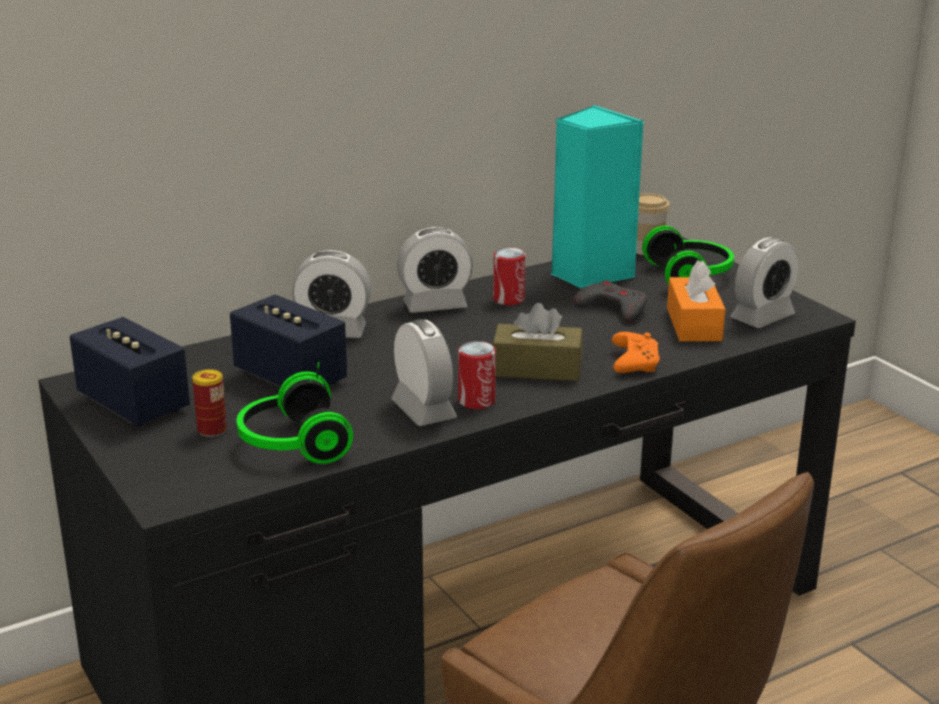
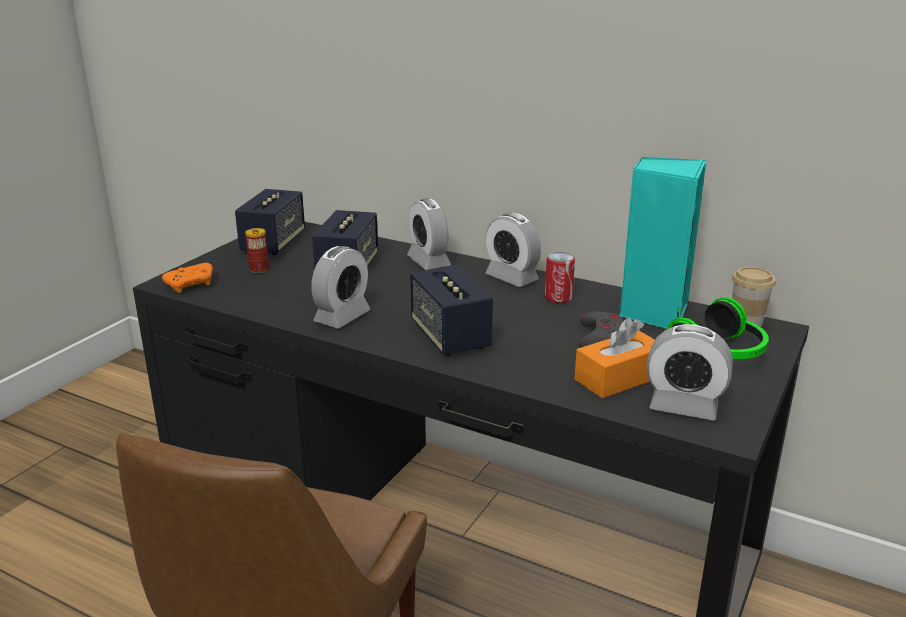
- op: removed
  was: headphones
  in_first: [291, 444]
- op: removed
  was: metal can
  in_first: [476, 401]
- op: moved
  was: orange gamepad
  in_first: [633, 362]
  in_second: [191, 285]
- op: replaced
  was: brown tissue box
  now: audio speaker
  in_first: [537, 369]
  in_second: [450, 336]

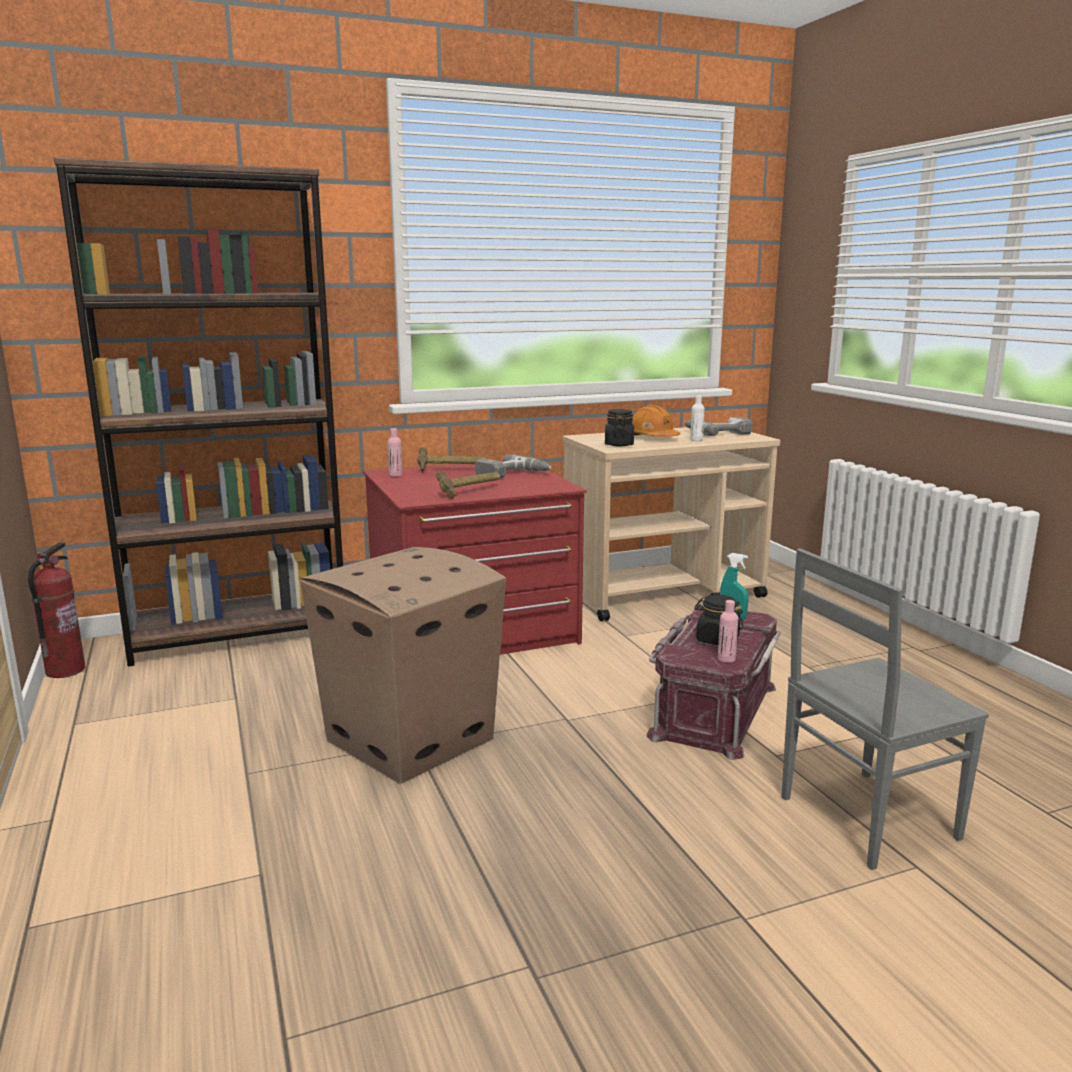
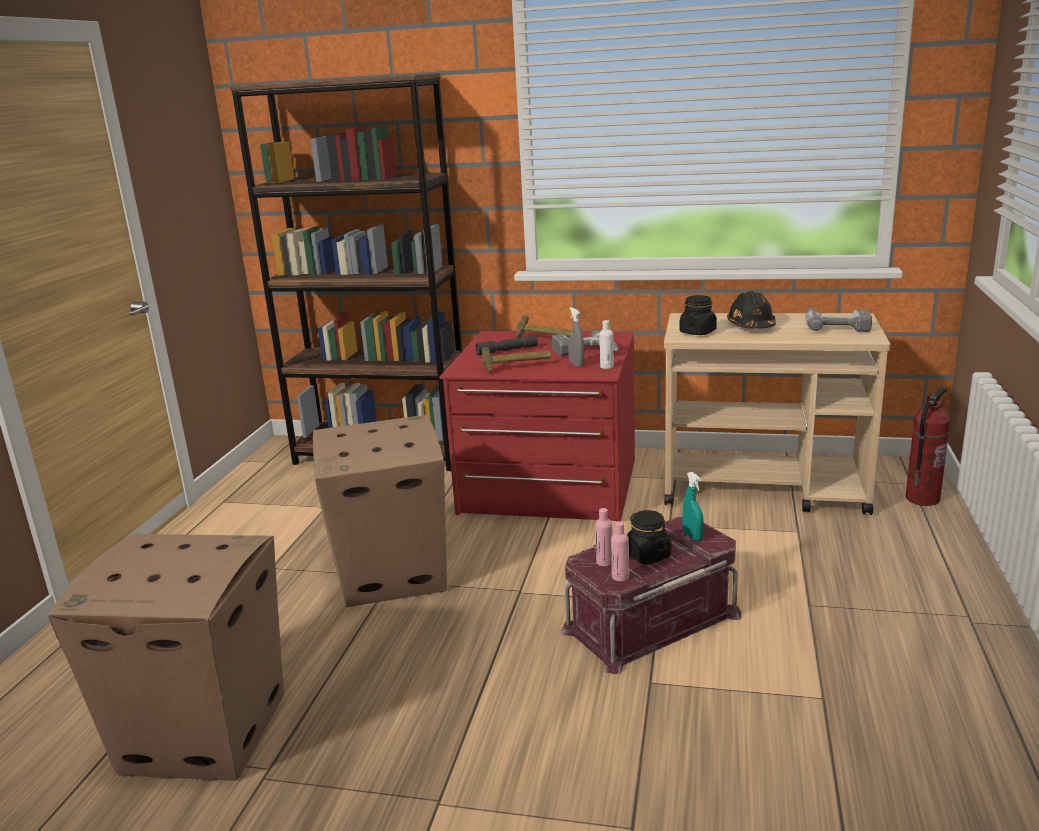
- op: removed
  was: greyish upright chair
  in_first: [864, 817]
- op: added
  now: cardboard box
  in_second: [206, 732]
- op: added
  now: greyish torch
  in_second: [507, 350]
- op: added
  now: greyish sprayer
  in_second: [576, 364]
- op: moved
  was: fire-fighting cylinder
  in_first: [65, 670]
  in_second: [921, 498]
- op: moved
  was: pinkish bottle
  in_first: [395, 475]
  in_second: [604, 562]
- op: moved
  was: white-coloured bottle
  in_first: [696, 440]
  in_second: [606, 367]
- op: recoloured
  was: orange safety helmet
  now: blackish safety helmet
  in_first: [652, 437]
  in_second: [751, 326]

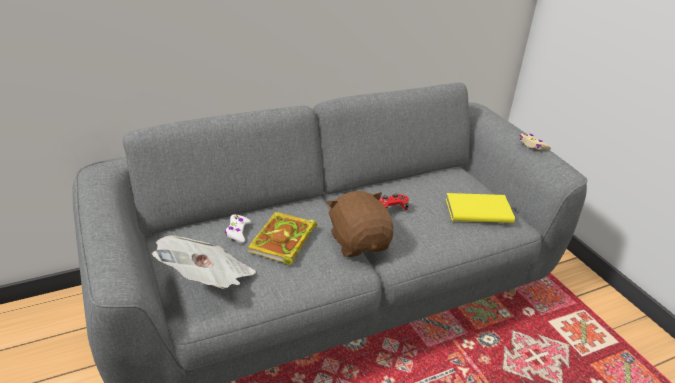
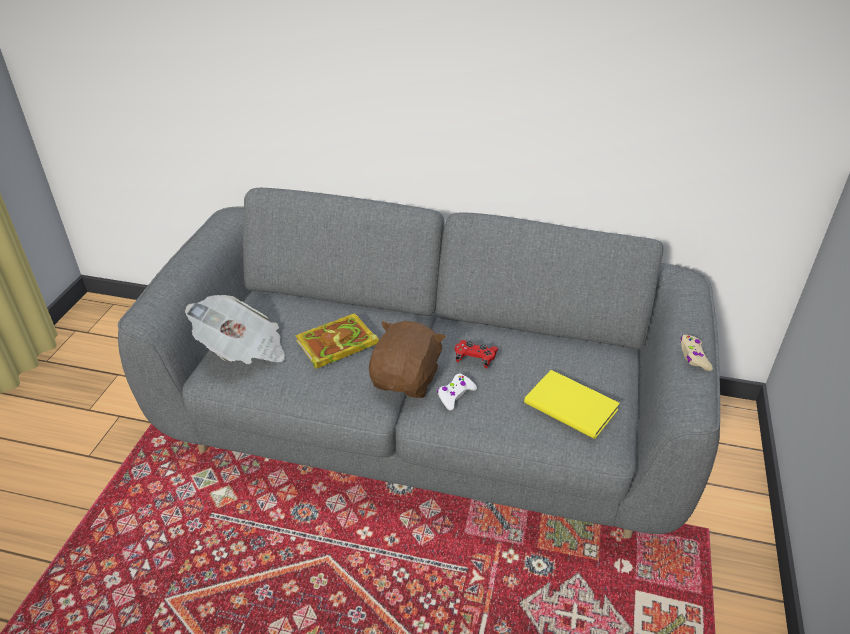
- op: moved
  was: white-coloured gamepad
  in_first: [237, 232]
  in_second: [455, 395]

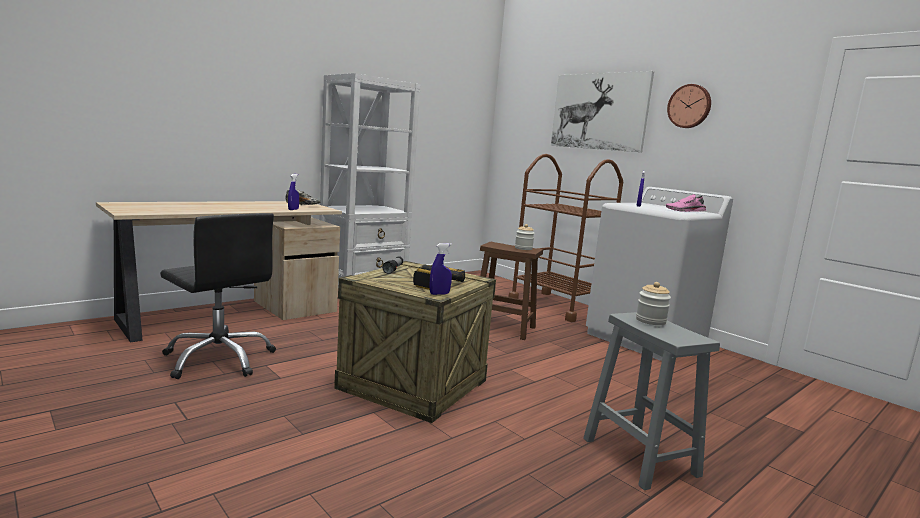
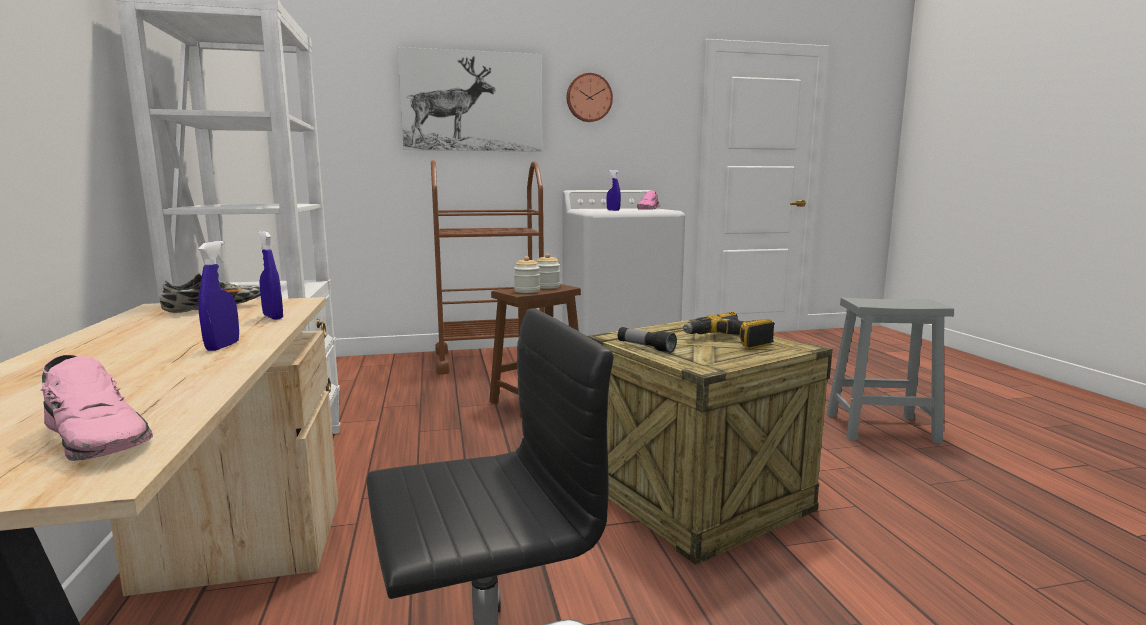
- op: added
  now: pinkish item of footwear
  in_second: [99, 437]
- op: moved
  was: blue sprayer
  in_first: [439, 294]
  in_second: [222, 346]
- op: moved
  was: preserve jar
  in_first: [650, 321]
  in_second: [527, 291]

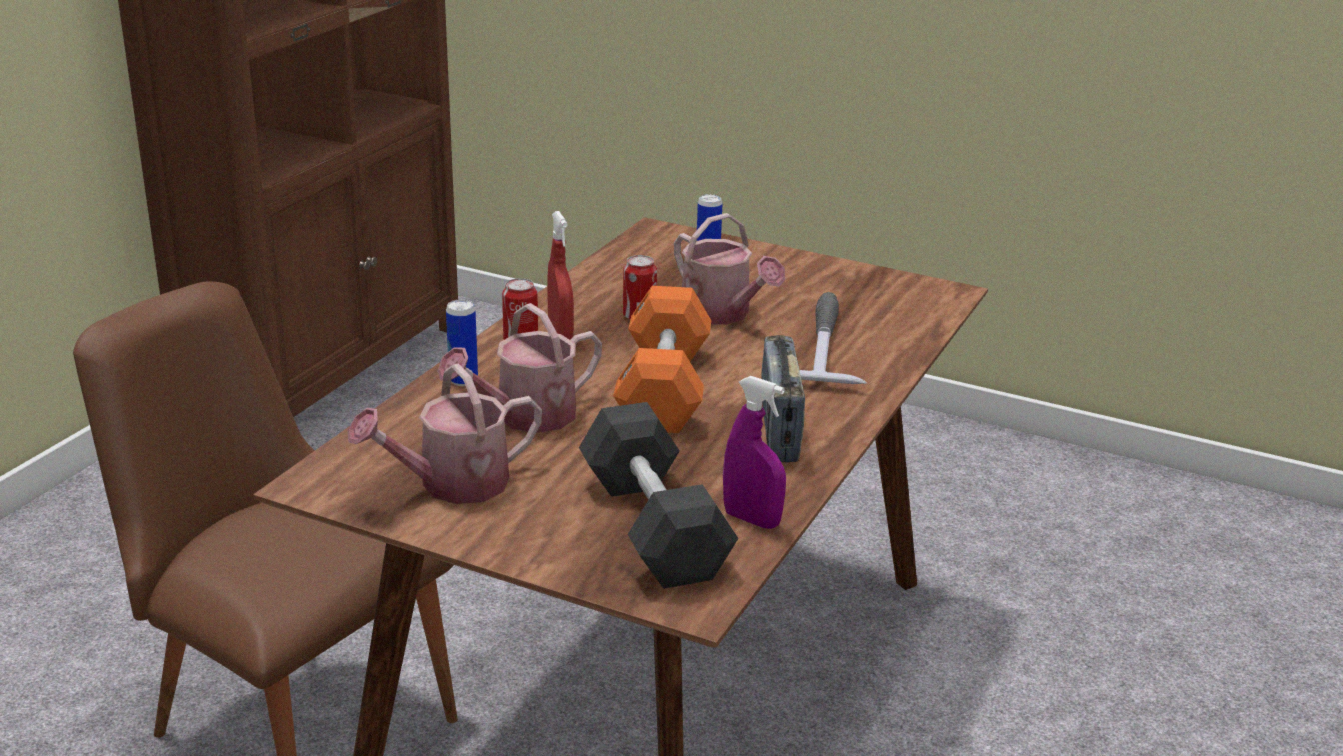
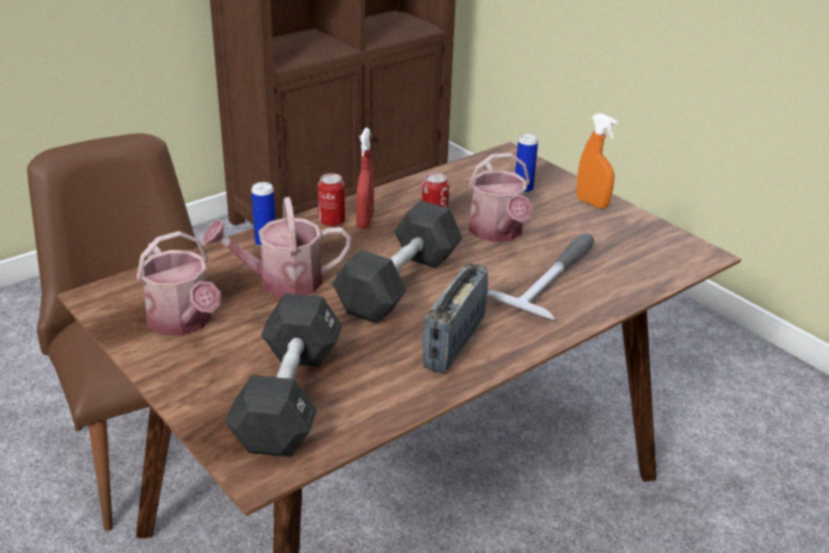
- op: removed
  was: purplish sprayer
  in_first: [751, 519]
- op: added
  now: orange sprayer
  in_second: [592, 203]
- op: recoloured
  was: orange free weight
  now: blackish free weight
  in_first: [663, 388]
  in_second: [399, 284]
- op: turned
  was: watering pot
  in_first: [452, 484]
  in_second: [183, 322]
  clockwise: -120

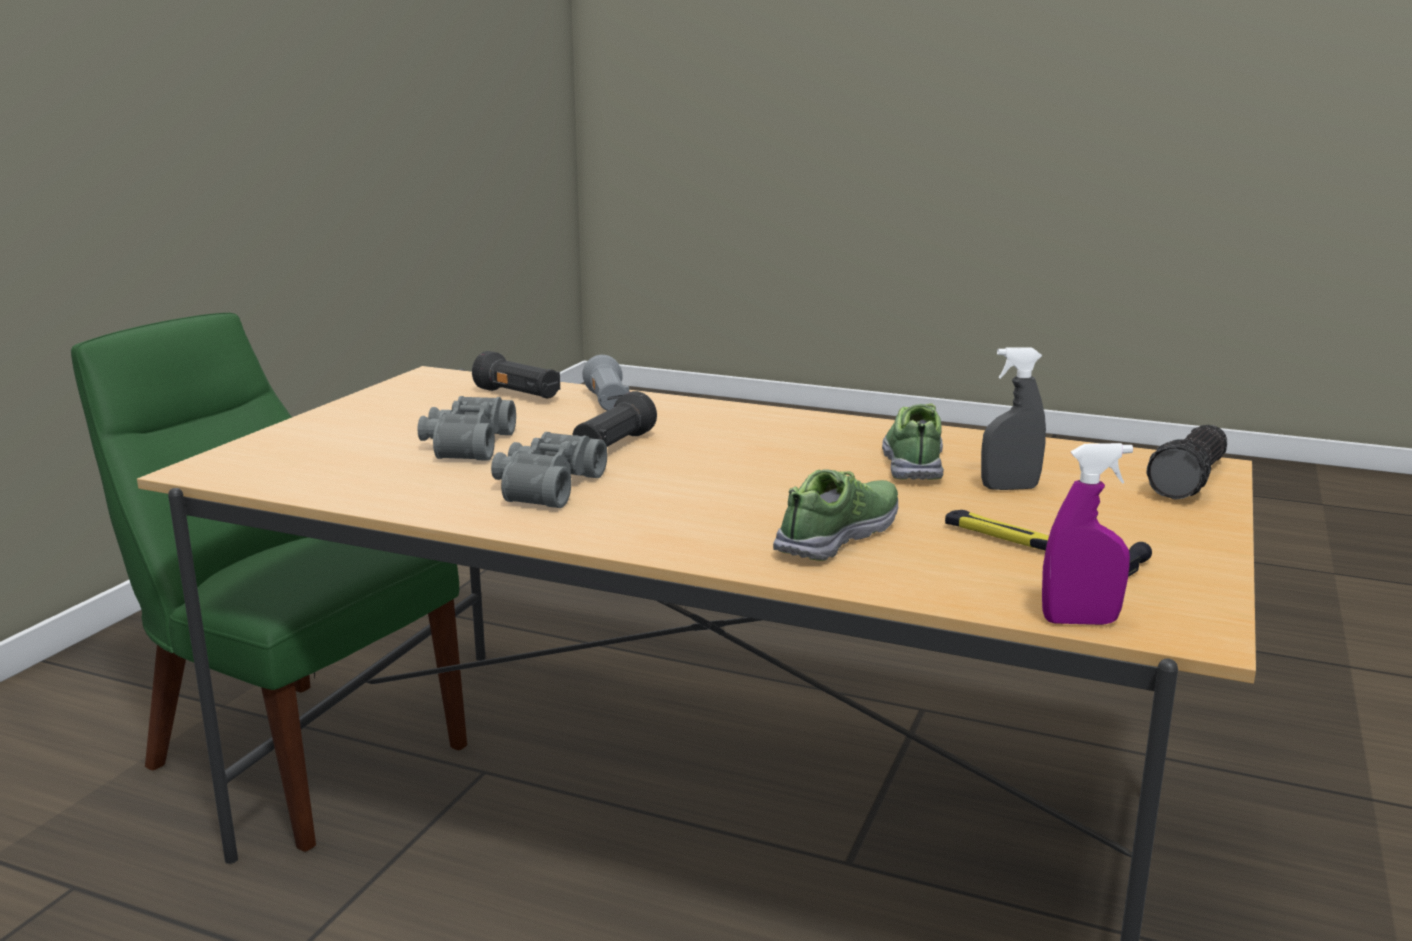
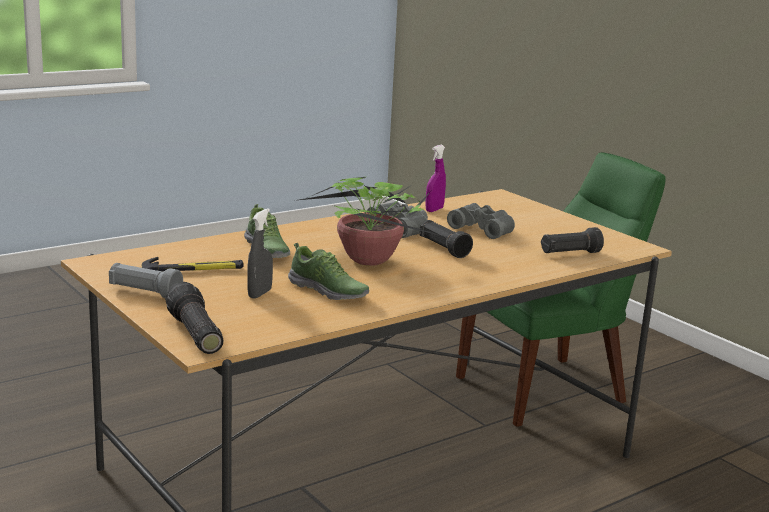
- op: added
  now: plant in a pot
  in_second: [372, 262]
- op: moved
  was: greyish torch
  in_first: [607, 404]
  in_second: [144, 292]
- op: moved
  was: purplish sprayer
  in_first: [1080, 621]
  in_second: [434, 210]

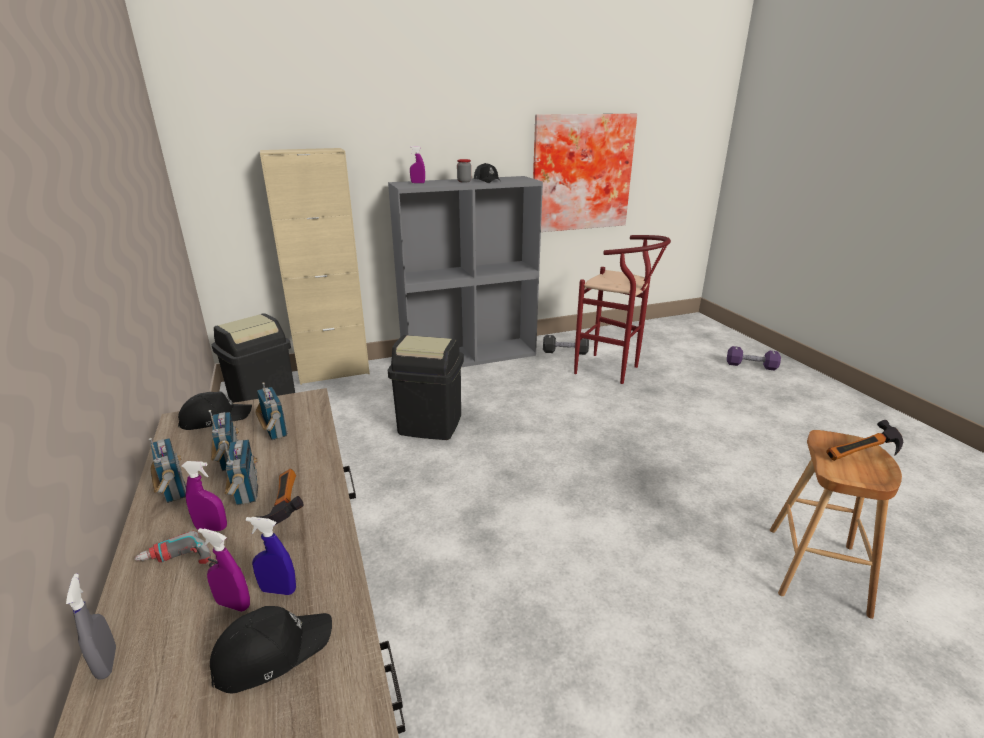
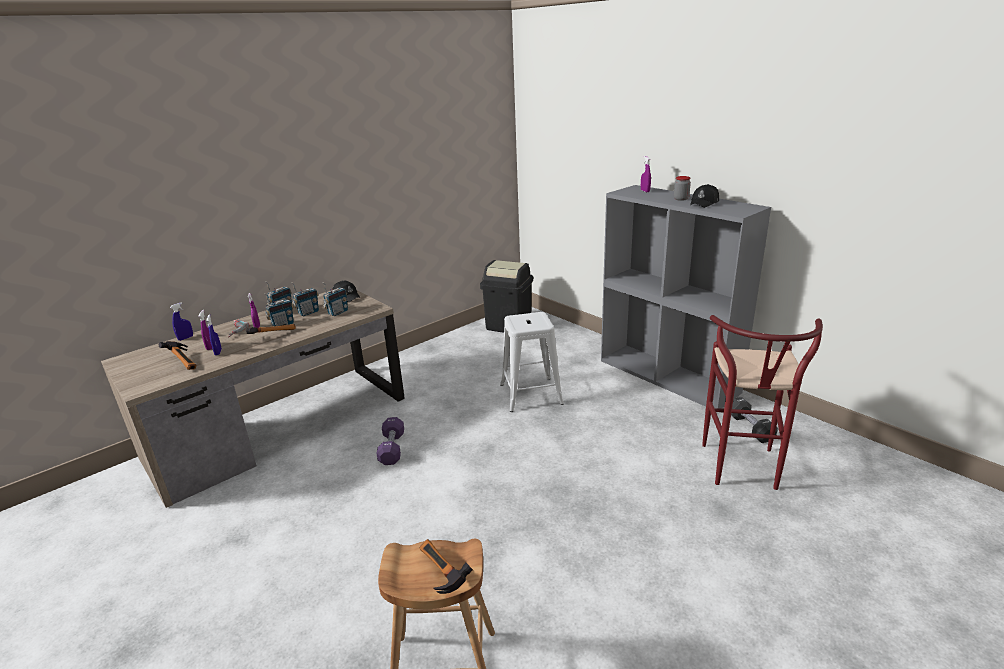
- op: removed
  was: beige cupboard
  in_first: [334, 372]
- op: removed
  was: wall art
  in_first: [580, 173]
- op: moved
  was: purplish free weight
  in_first: [751, 366]
  in_second: [392, 449]
- op: replaced
  was: blackish cap
  now: hand hammer
  in_first: [271, 652]
  in_second: [185, 362]
- op: replaced
  was: blackish waste bin
  now: white-coloured stool
  in_first: [430, 425]
  in_second: [531, 394]
- op: recoloured
  was: greyish sprayer
  now: blue sprayer
  in_first: [107, 663]
  in_second: [185, 338]

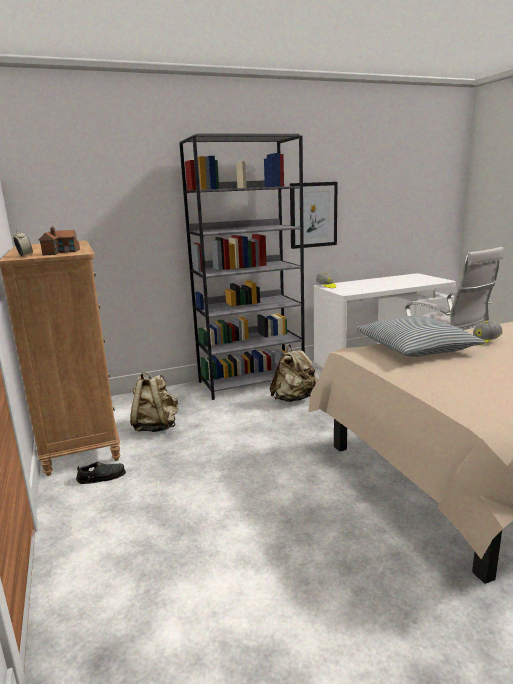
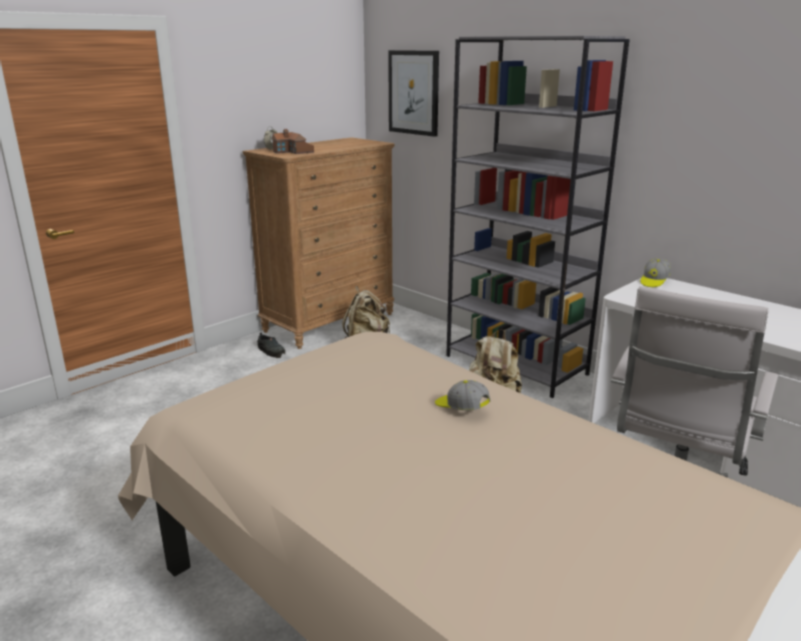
- op: removed
  was: cushion
  in_first: [415, 348]
- op: moved
  was: wall art
  in_first: [313, 215]
  in_second: [414, 92]

